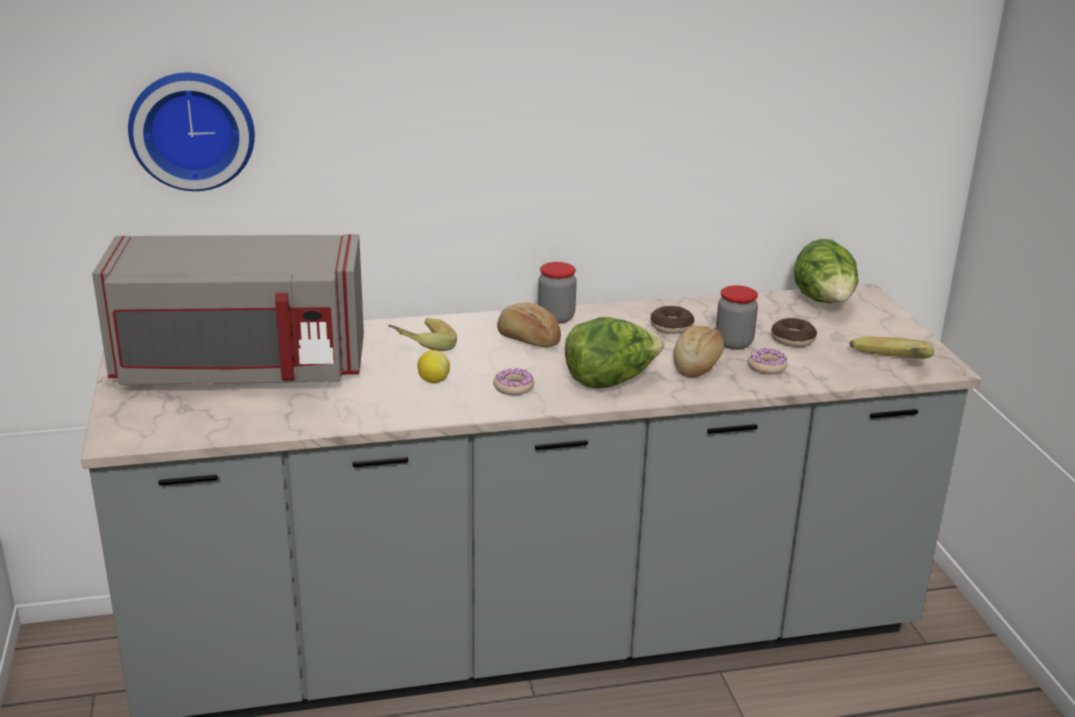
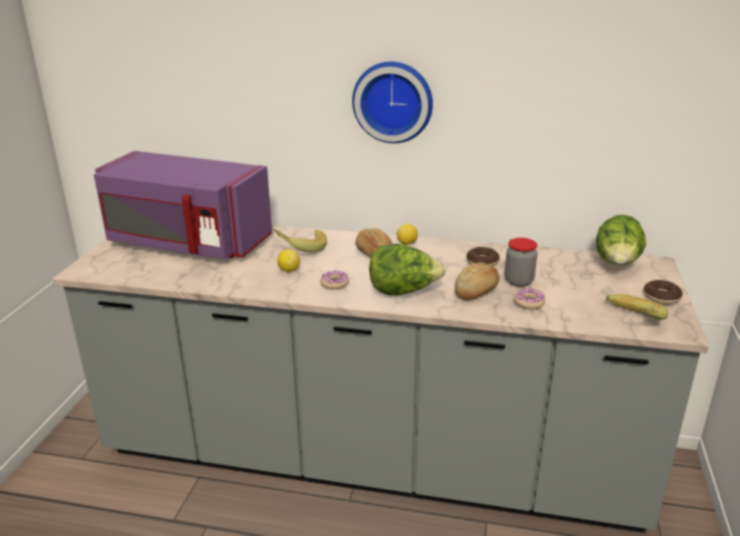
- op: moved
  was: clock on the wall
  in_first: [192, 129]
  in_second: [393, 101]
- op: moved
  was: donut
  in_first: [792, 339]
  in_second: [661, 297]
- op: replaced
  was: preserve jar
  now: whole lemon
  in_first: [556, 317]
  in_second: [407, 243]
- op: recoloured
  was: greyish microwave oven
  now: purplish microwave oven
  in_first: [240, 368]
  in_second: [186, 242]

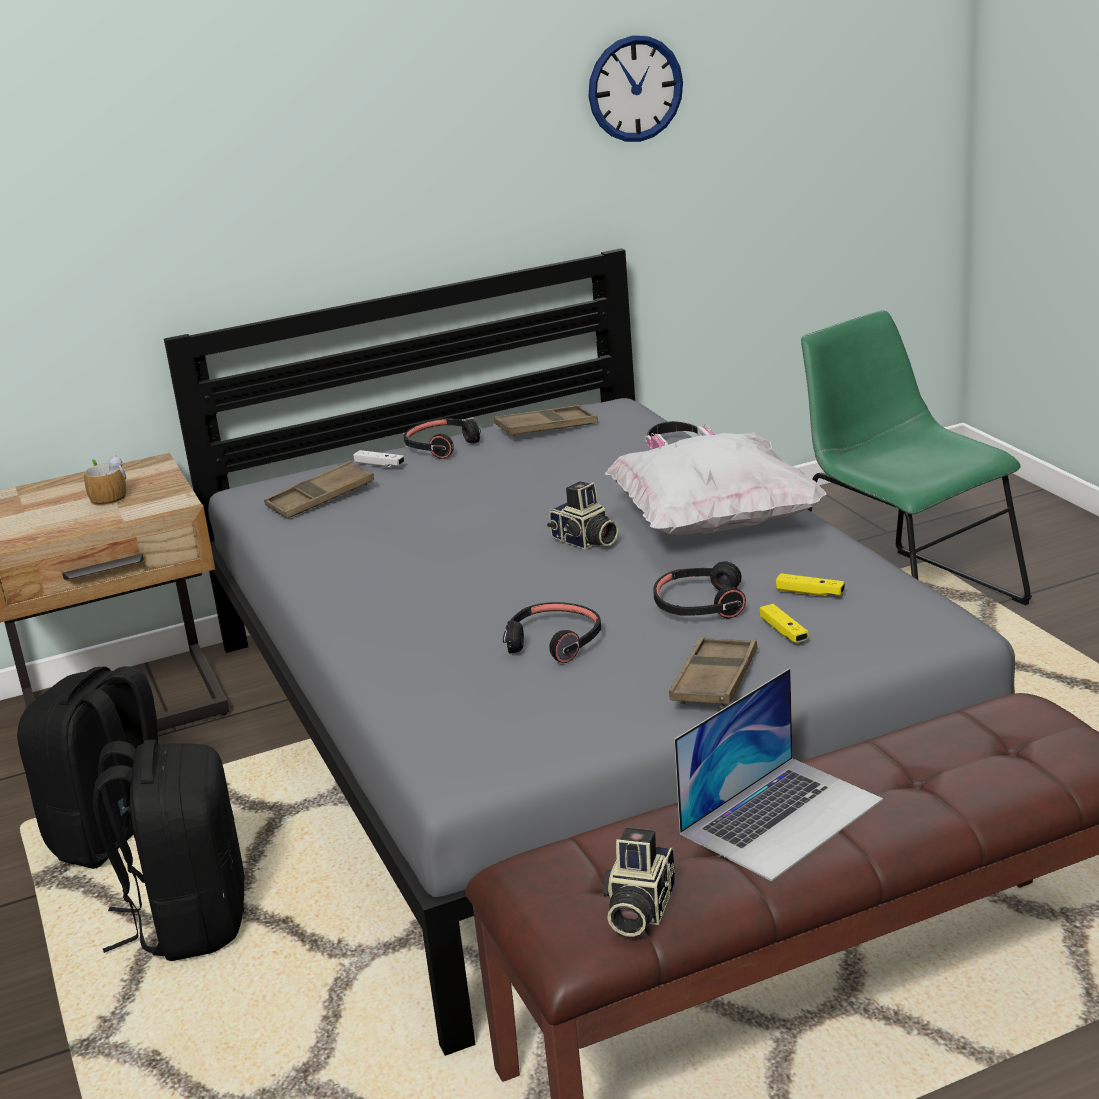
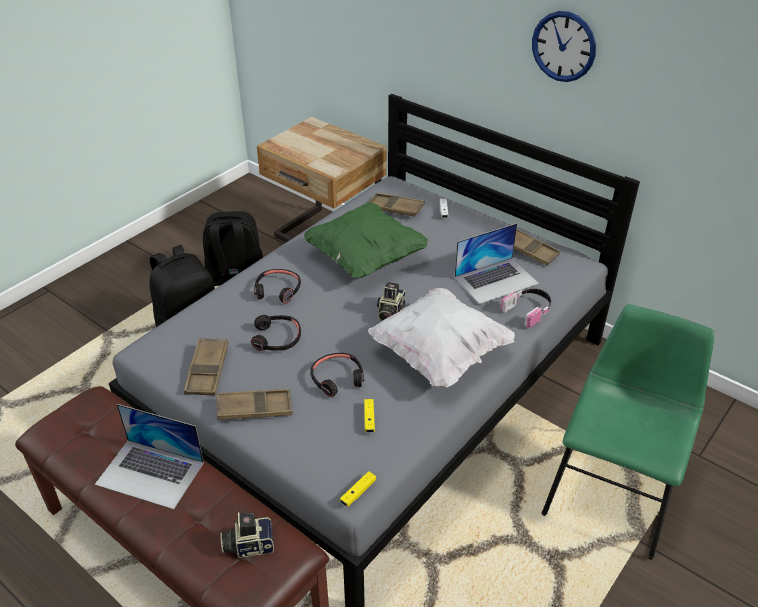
- op: removed
  was: coffee mug
  in_first: [107, 496]
- op: added
  now: brown tray
  in_second: [207, 370]
- op: added
  now: green-coloured cushion
  in_second: [365, 258]
- op: added
  now: laptop
  in_second: [496, 280]
- op: moved
  was: blackish headphones
  in_first: [442, 446]
  in_second: [278, 290]
- op: moved
  was: clock on the wall
  in_first: [635, 89]
  in_second: [563, 46]
- op: moved
  was: still camera
  in_first: [637, 909]
  in_second: [248, 544]
- op: moved
  was: yellowish gamepad
  in_first: [783, 631]
  in_second: [358, 492]

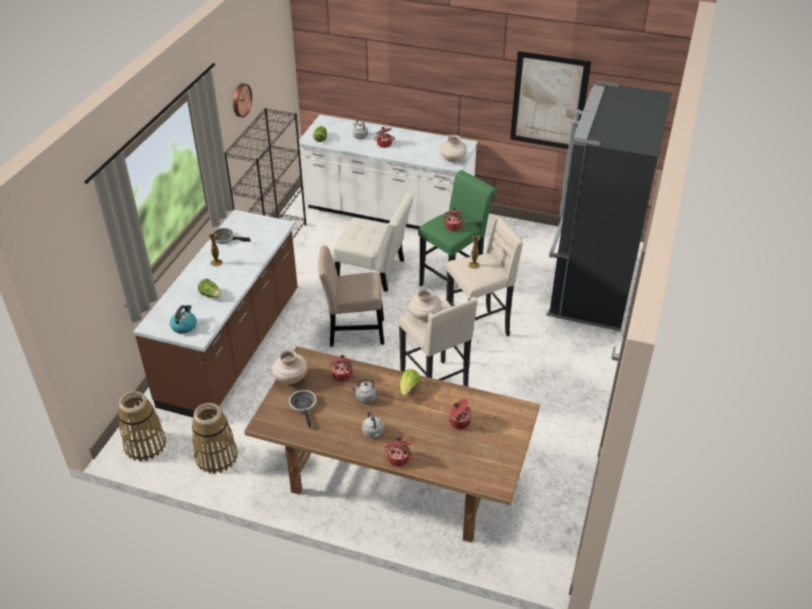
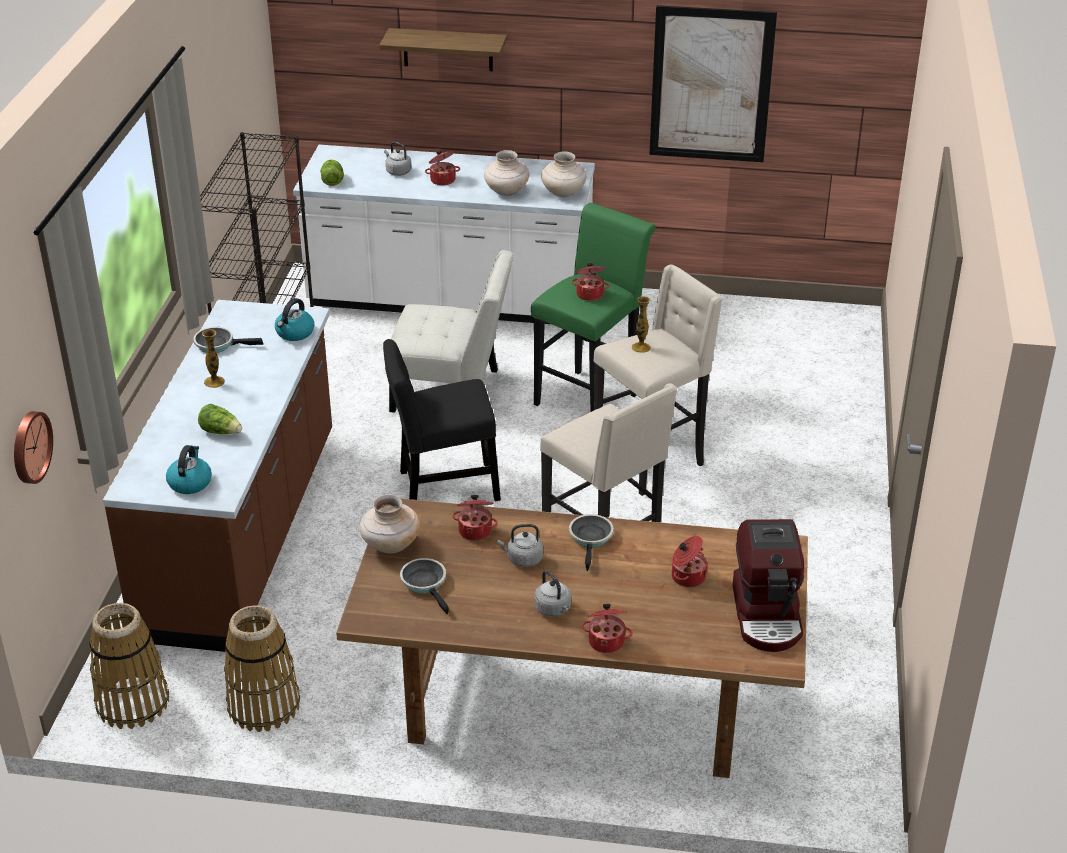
- op: removed
  was: blackish kitchen fridge
  in_first: [590, 289]
- op: added
  now: kettle
  in_second: [295, 333]
- op: added
  now: bracket shelf
  in_second: [448, 49]
- op: added
  now: coffee machine
  in_second: [768, 615]
- op: moved
  was: clock on the wall
  in_first: [240, 100]
  in_second: [29, 447]
- op: moved
  was: beige decorative vase
  in_first: [424, 316]
  in_second: [506, 192]
- op: replaced
  was: lettuce head
  now: pan
  in_first: [408, 389]
  in_second: [591, 539]
- op: recoloured
  was: beige upright chair
  now: blackish upright chair
  in_first: [353, 332]
  in_second: [443, 487]

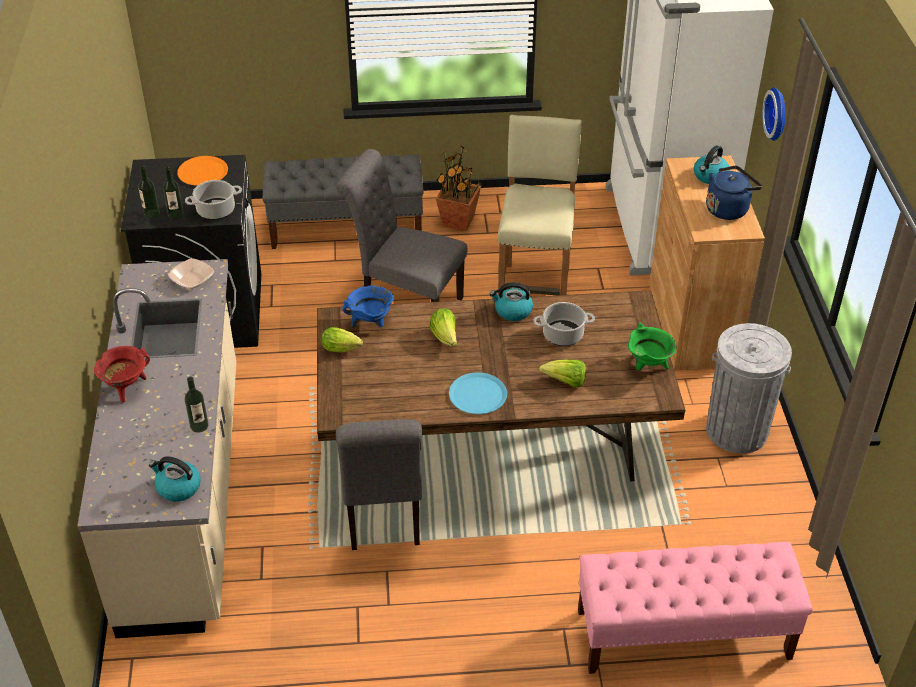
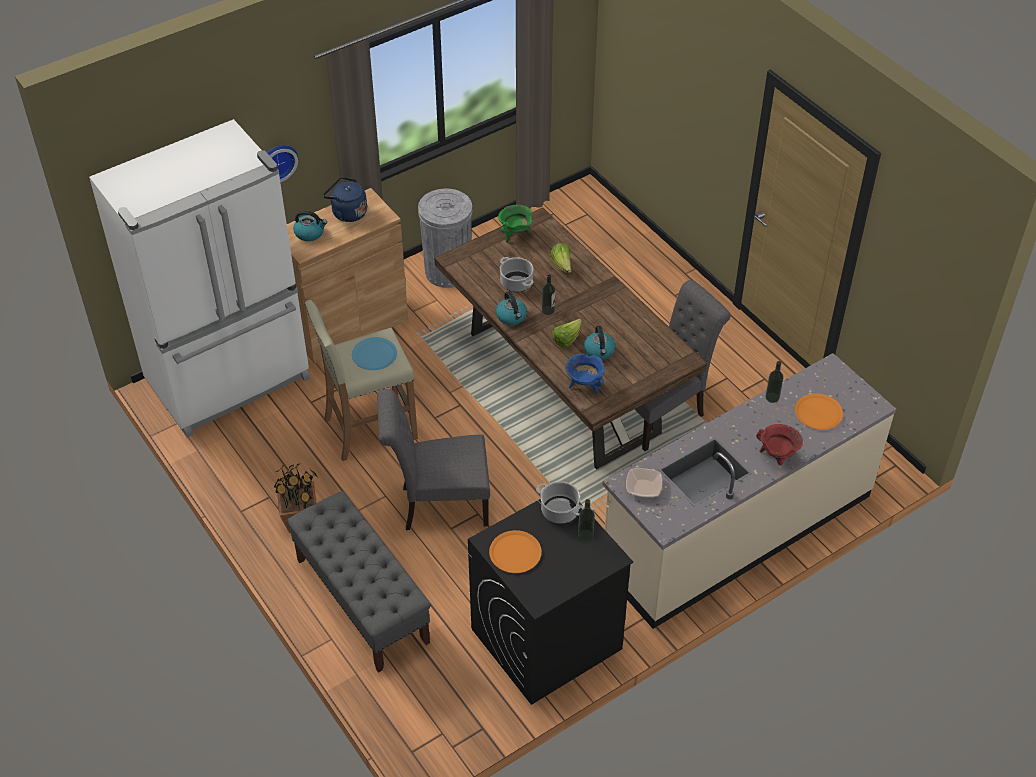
- op: removed
  was: lettuce head
  in_first: [343, 349]
- op: removed
  was: pinkish long seat
  in_first: [682, 634]
- op: added
  now: orange dinner plate
  in_second: [818, 412]
- op: moved
  was: bottle
  in_first: [151, 214]
  in_second: [548, 310]
- op: moved
  was: kettle
  in_first: [178, 487]
  in_second: [599, 351]
- op: moved
  was: blue dinner plate
  in_first: [477, 394]
  in_second: [374, 354]
- op: turned
  was: greyish upright chair
  in_first: [405, 302]
  in_second: [438, 505]
  clockwise: 90

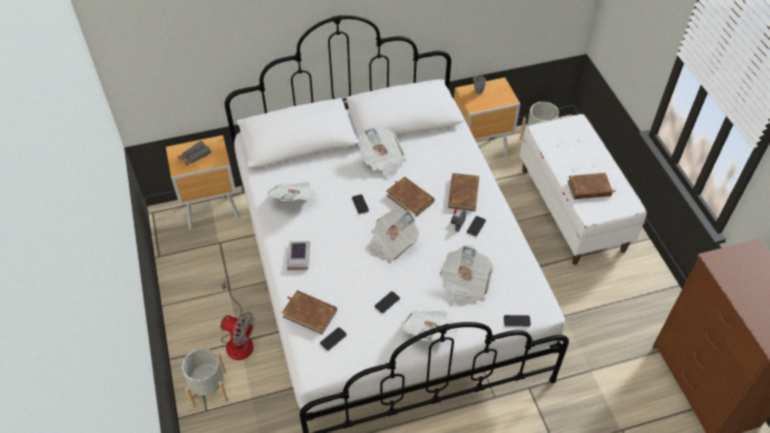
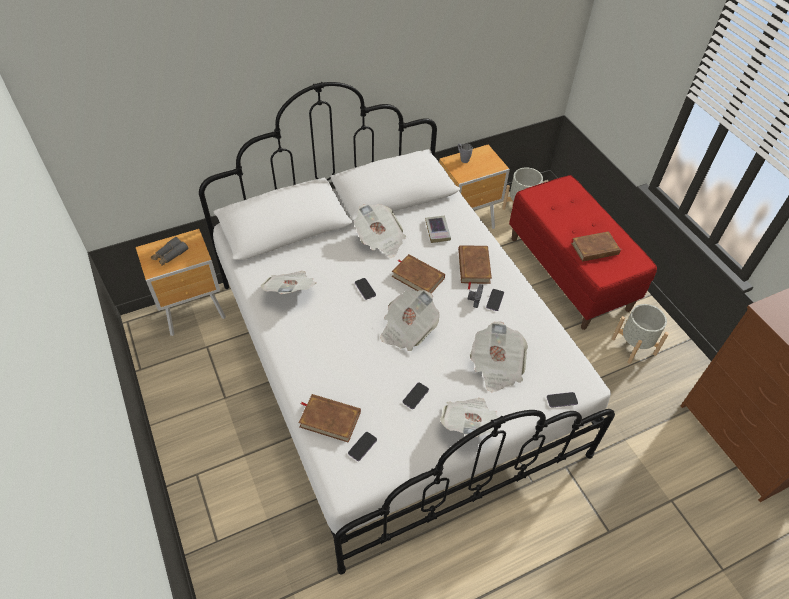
- op: removed
  was: fan
  in_first: [238, 339]
- op: moved
  was: greyish flower pot
  in_first: [209, 388]
  in_second: [633, 346]
- op: moved
  was: volume
  in_first: [299, 257]
  in_second: [437, 231]
- op: recoloured
  was: white-coloured long seat
  now: red long seat
  in_first: [572, 209]
  in_second: [569, 273]

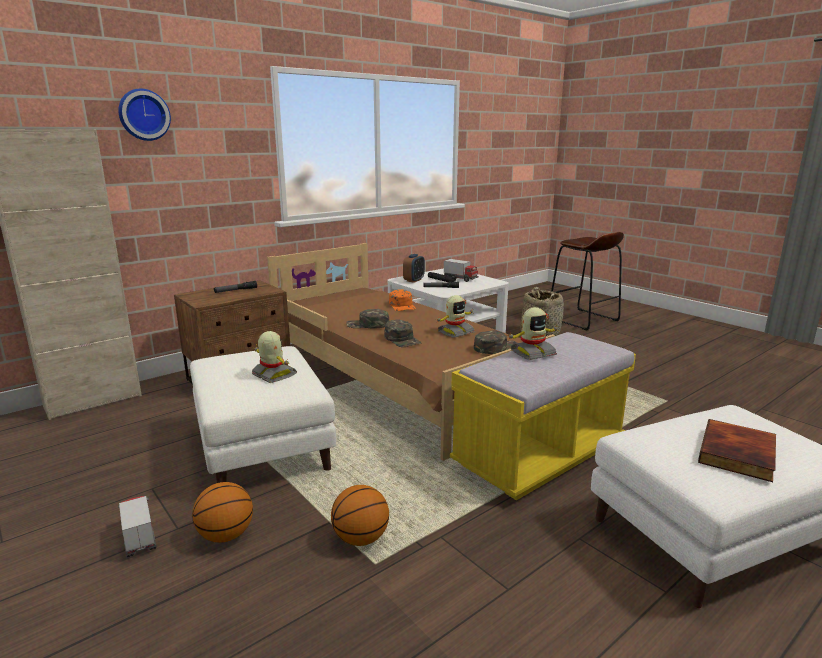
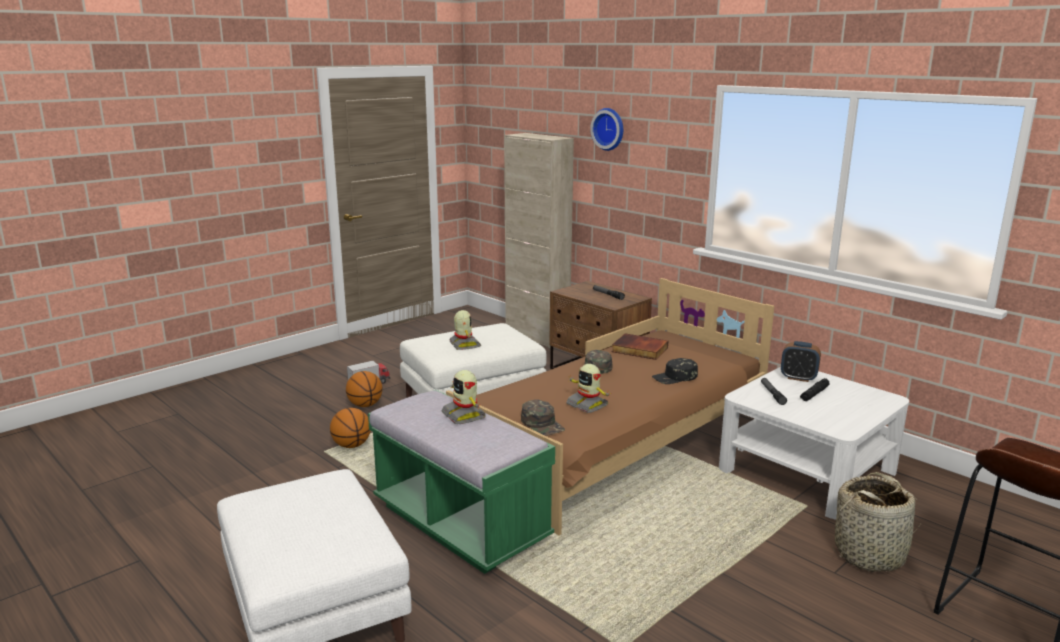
- op: removed
  was: green-coloured cap
  in_first: [402, 339]
- op: removed
  was: toy lorry
  in_first: [460, 279]
- op: moved
  was: volume
  in_first: [739, 454]
  in_second: [639, 350]
- op: recoloured
  was: orange cap
  now: blackish cap
  in_first: [402, 306]
  in_second: [675, 377]
- op: recoloured
  was: yellowish long seat
  now: green-coloured long seat
  in_first: [539, 455]
  in_second: [460, 523]
- op: turned
  was: model robot
  in_first: [273, 375]
  in_second: [464, 345]
  clockwise: -60

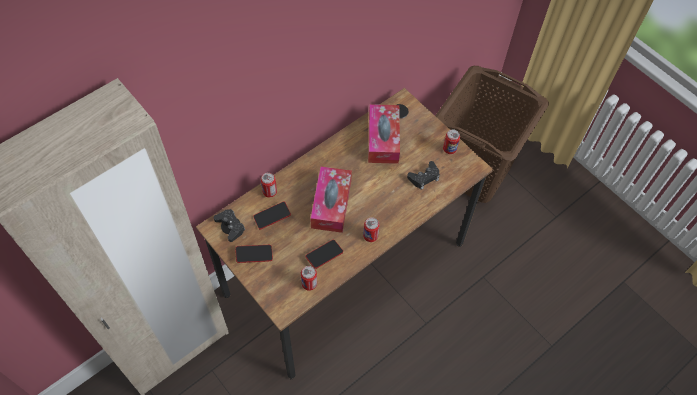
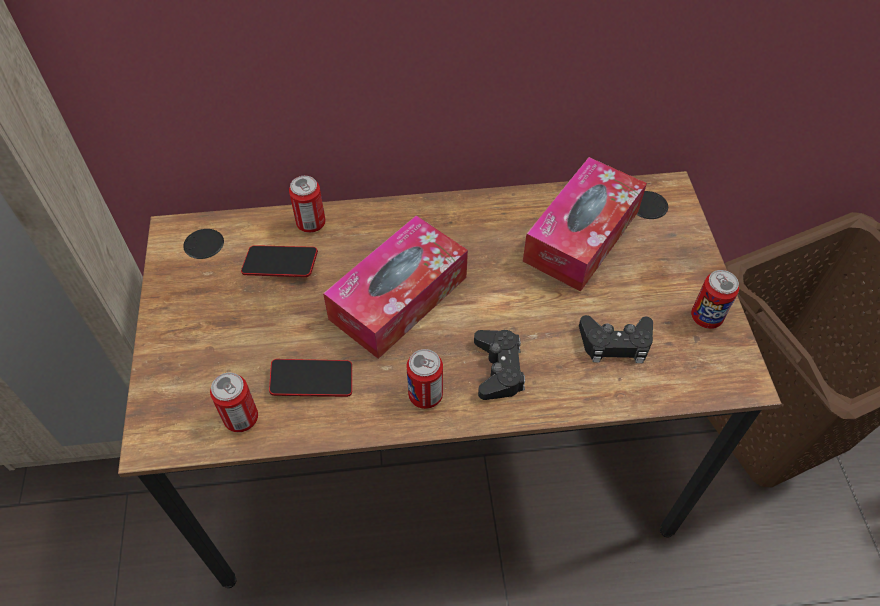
- op: removed
  was: handset
  in_first: [254, 255]
- op: moved
  was: blackish gamepad
  in_first: [230, 226]
  in_second: [499, 368]

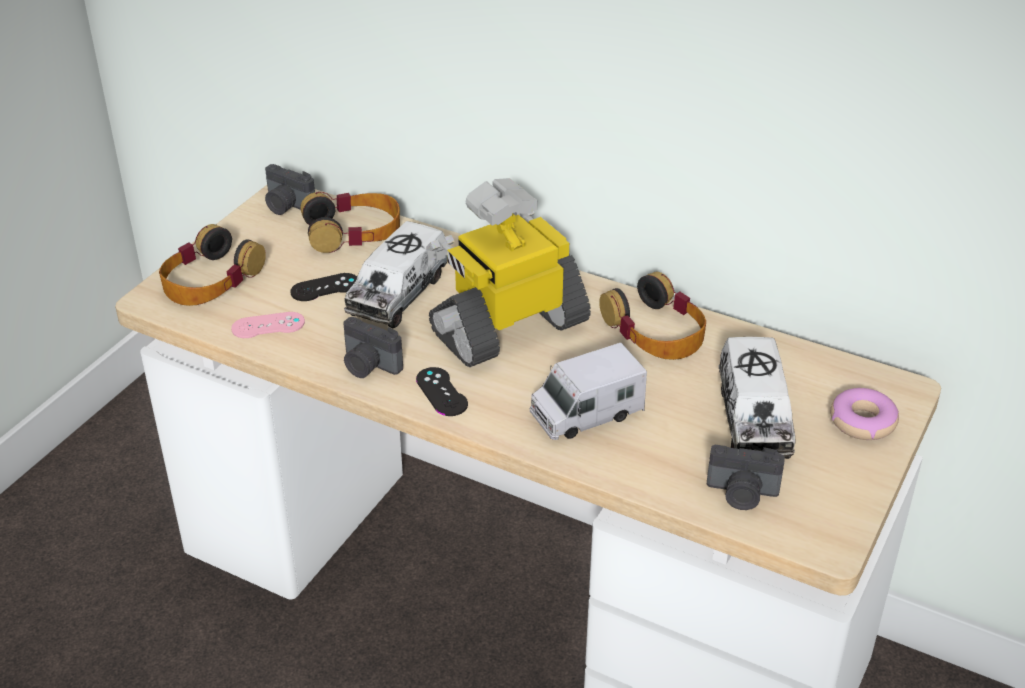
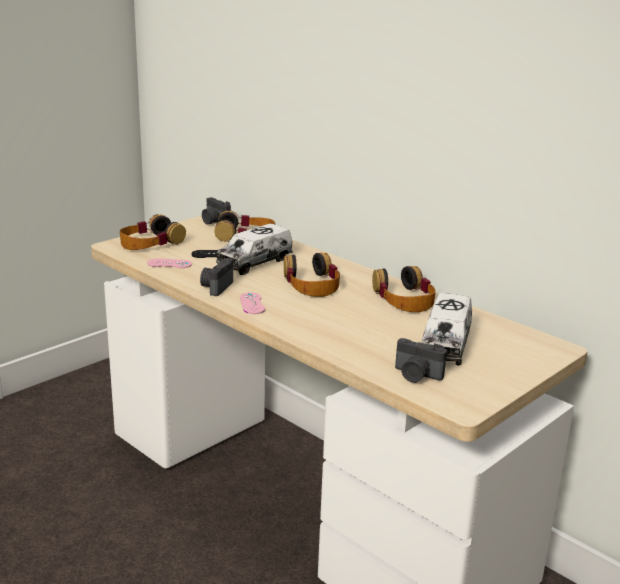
- op: removed
  was: toy lorry
  in_first: [586, 414]
- op: removed
  was: donut
  in_first: [862, 422]
- op: replaced
  was: model robot
  now: headphones
  in_first: [508, 326]
  in_second: [311, 284]
- op: recoloured
  was: blackish gamepad
  now: pinkish gamepad
  in_first: [441, 392]
  in_second: [252, 303]
- op: turned
  was: still camera
  in_first: [368, 366]
  in_second: [216, 287]
  clockwise: 60

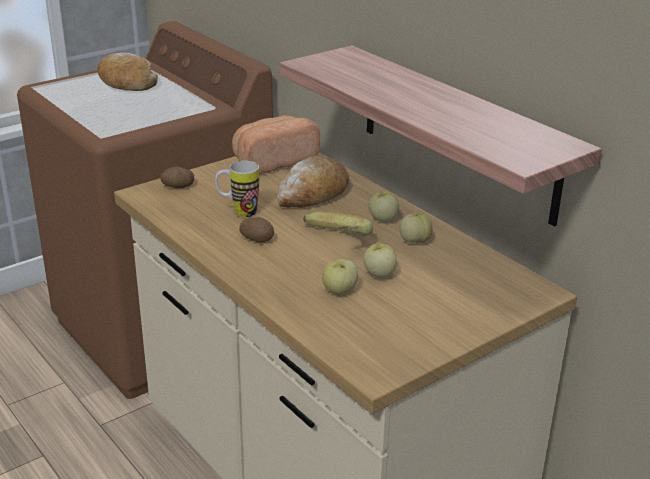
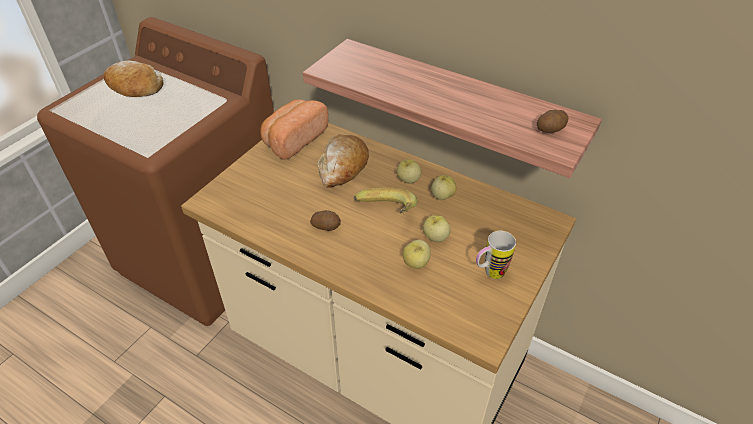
- op: moved
  was: whole potato
  in_first: [178, 187]
  in_second: [550, 129]
- op: moved
  was: coffee mug
  in_first: [238, 212]
  in_second: [489, 274]

